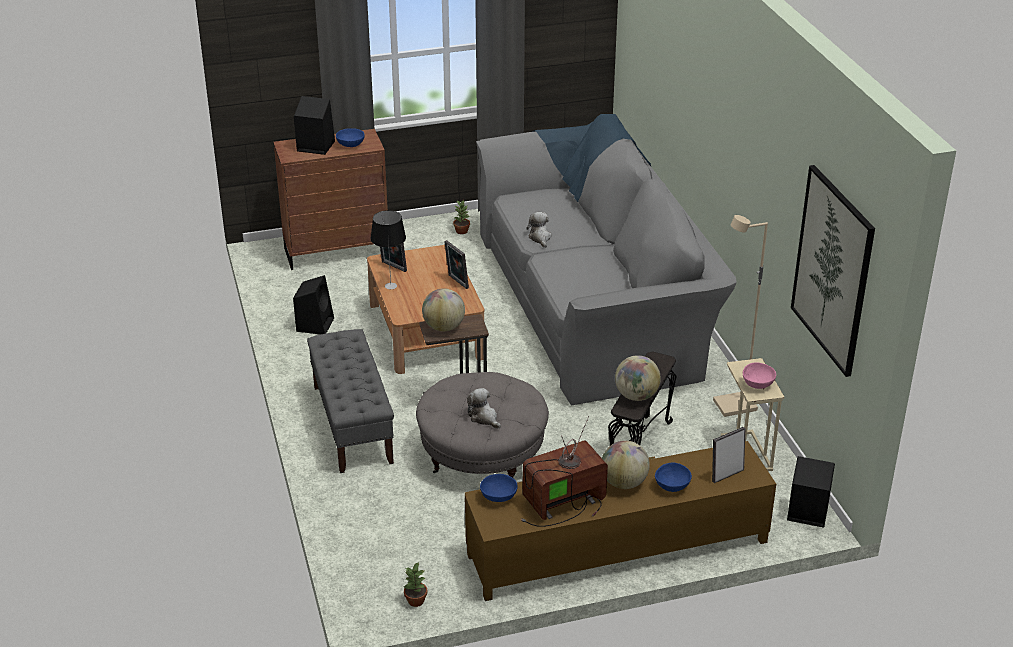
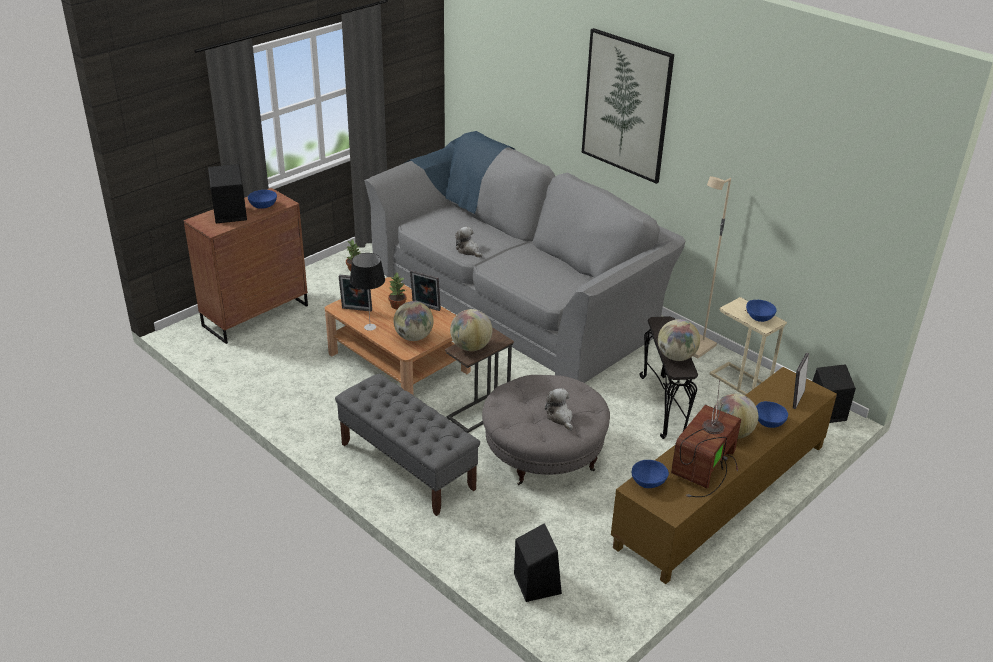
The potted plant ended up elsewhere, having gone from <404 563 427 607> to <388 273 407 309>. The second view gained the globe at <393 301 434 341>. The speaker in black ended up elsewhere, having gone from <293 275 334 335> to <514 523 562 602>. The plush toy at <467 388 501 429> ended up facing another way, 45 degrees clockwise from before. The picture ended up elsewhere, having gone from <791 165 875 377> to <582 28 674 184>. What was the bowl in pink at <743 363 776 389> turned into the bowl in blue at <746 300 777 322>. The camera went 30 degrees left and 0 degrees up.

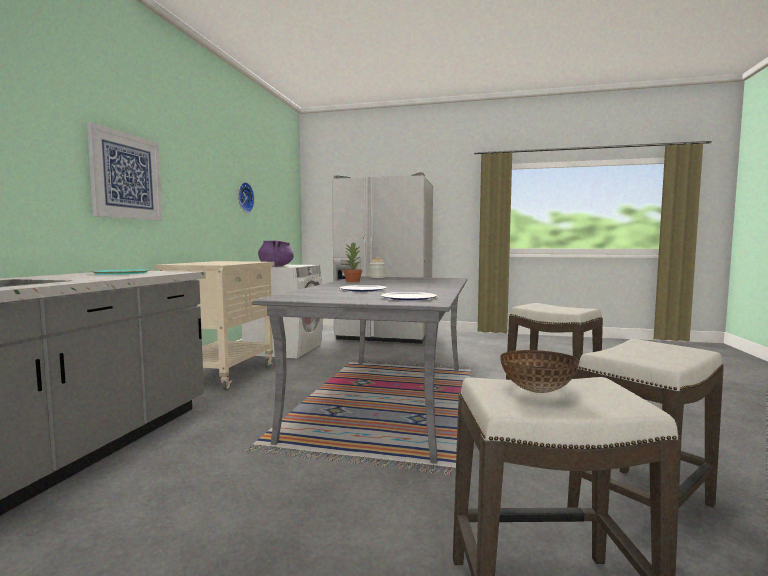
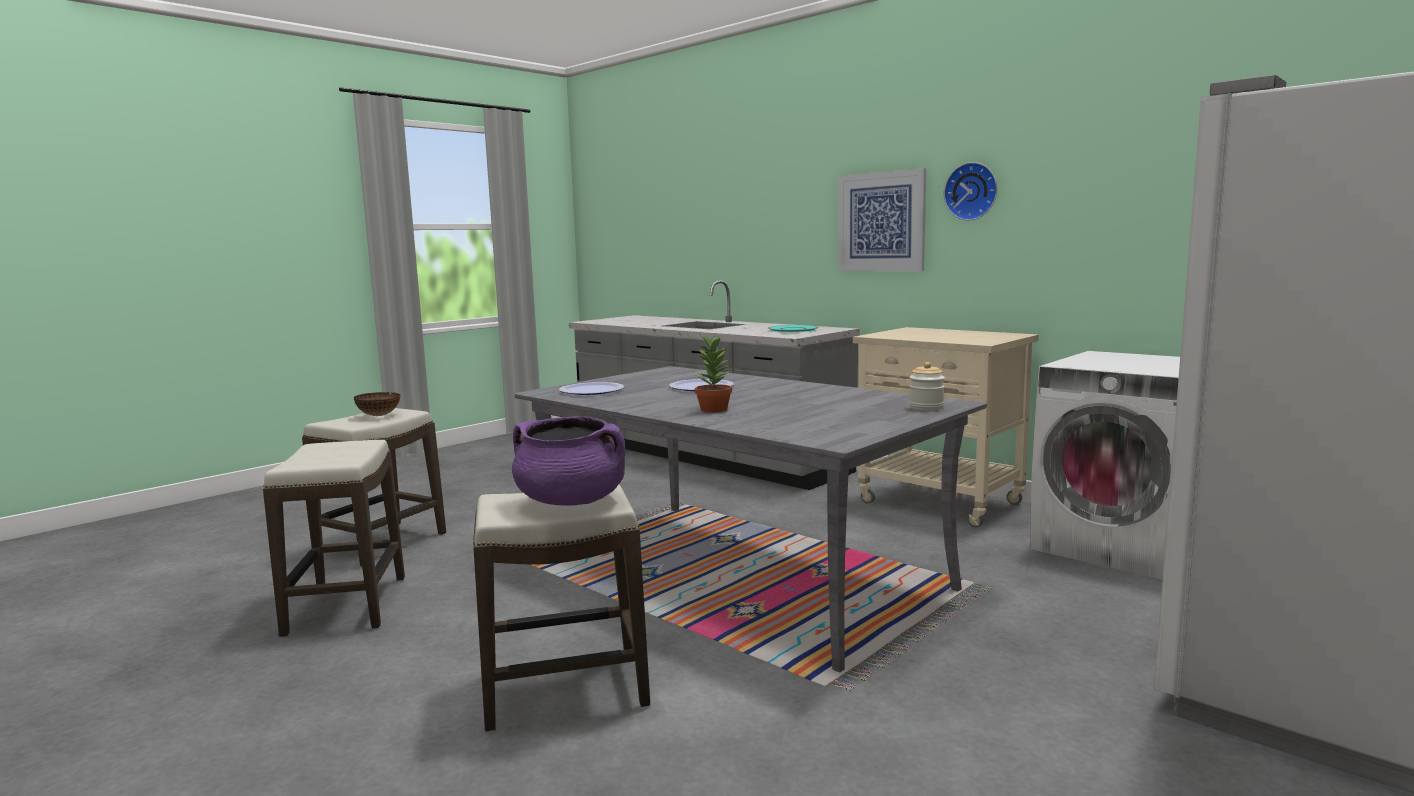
The cooking pot in purple ended up elsewhere, having gone from <258 240 294 266> to <512 416 626 506>. The potted plant ended up elsewhere, having gone from <343 242 362 282> to <695 334 732 413>. The wall clock ended up elsewhere, having gone from <238 182 255 213> to <944 162 997 220>. The camera went 120 degrees right and 5 degrees up.

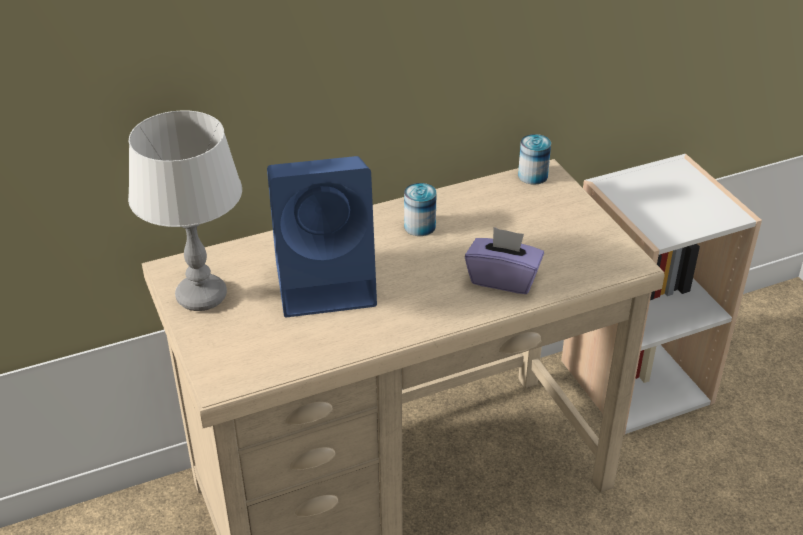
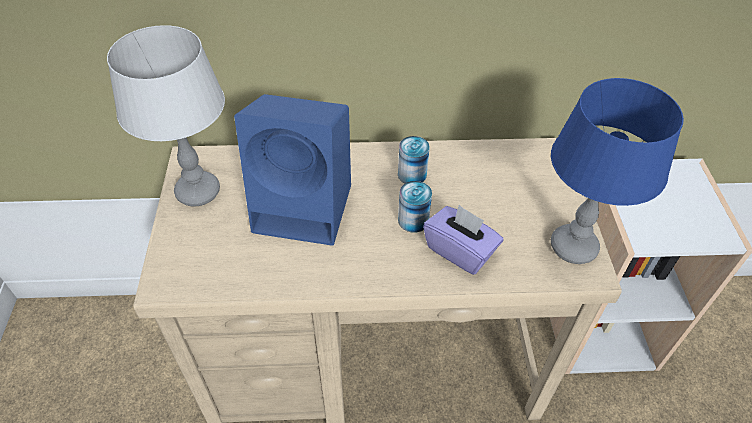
The can ended up elsewhere, having gone from <518 134 551 185> to <398 181 432 233>. The second view gained the table lamp in blue at <551 78 684 264>. The camera went 20 degrees right and 10 degrees up.

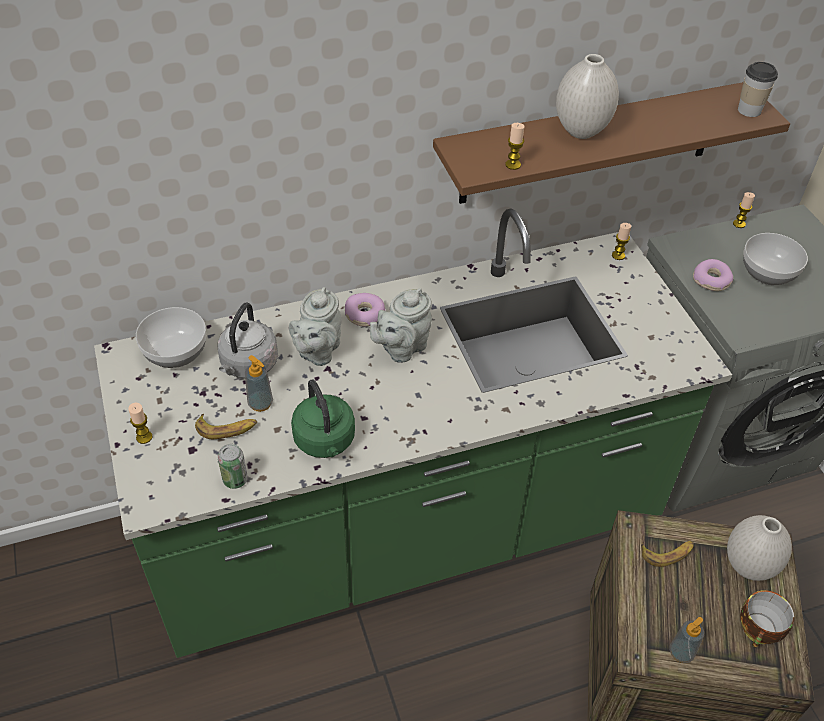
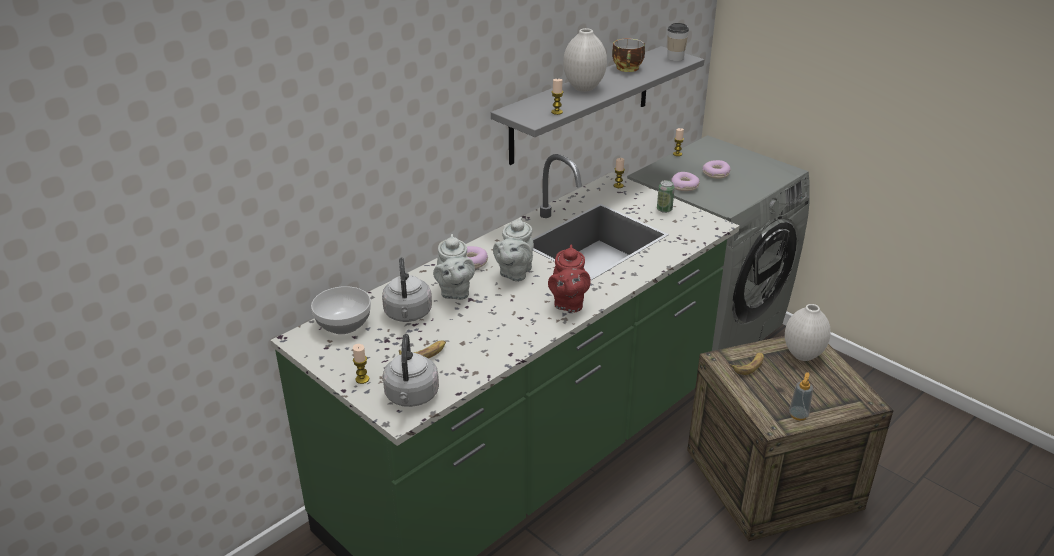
The second view gained the kettle in grey at <383 334 439 407>. What was the shelf in brown at <433 82 790 204> turned into the shelf in grey at <491 46 704 165>. The second view gained the teapot in red at <548 245 591 312>. The cup ended up elsewhere, having gone from <740 590 794 648> to <612 39 645 72>. The can ended up elsewhere, having gone from <218 444 248 489> to <657 180 675 213>. Where the bowl stood at <743 233 808 285>, the donut came to stand at <702 160 730 179>. The second view lost the soap dispenser at <245 355 273 412>. The second view lost the kettle in green at <291 379 355 458>. The camera went 25 degrees left and 15 degrees down.

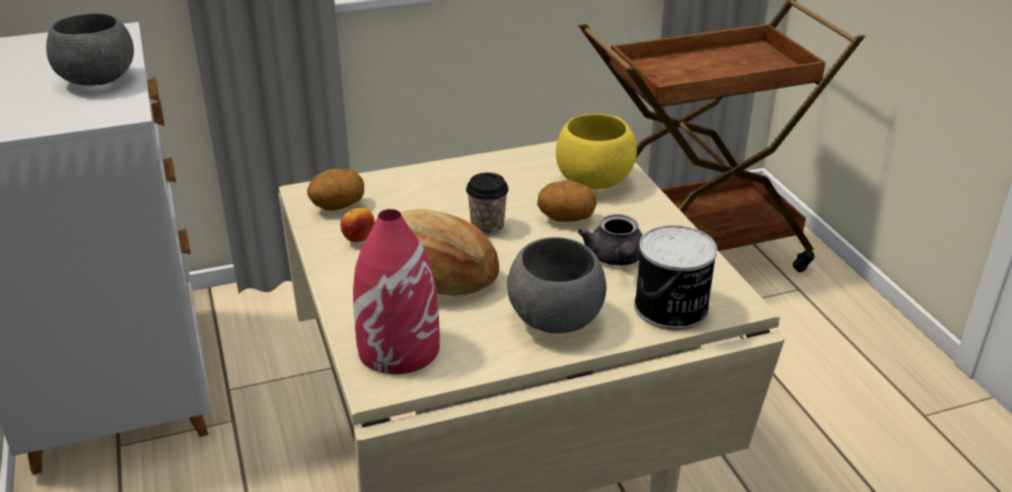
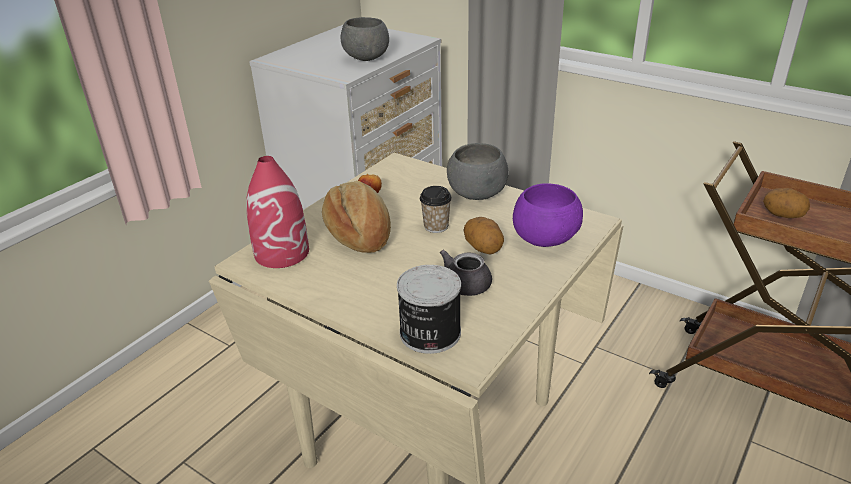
The bowl in grey ended up elsewhere, having gone from <507 237 606 334> to <447 143 509 200>. What was the bowl in yellow at <556 114 637 189> turned into the bowl in purple at <513 183 583 247>. The potato ended up elsewhere, having gone from <307 169 364 211> to <763 188 810 218>. The camera went 55 degrees right and 0 degrees up.

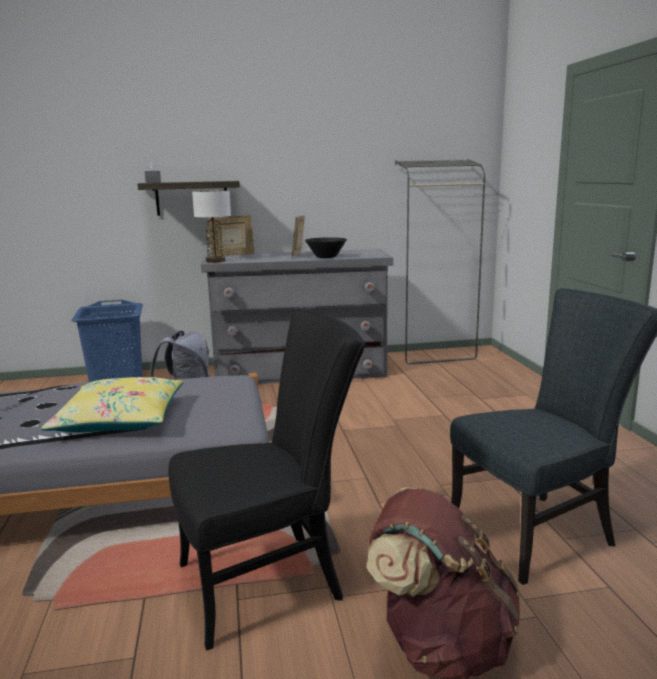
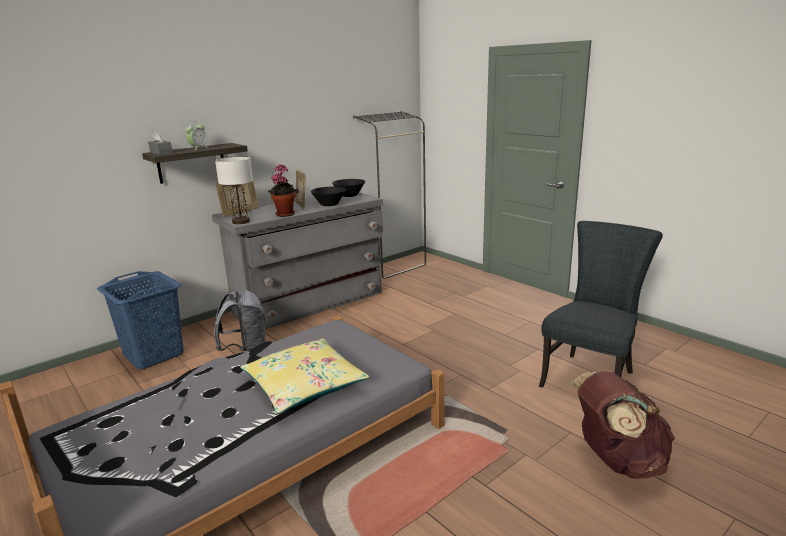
The second view gained the alarm clock at <185 121 209 150>. The second view gained the potted plant at <268 164 298 217>. The second view gained the bowl in black at <332 179 365 197>. The second view lost the chair in black at <168 308 366 651>. The camera went 30 degrees left and 5 degrees up.

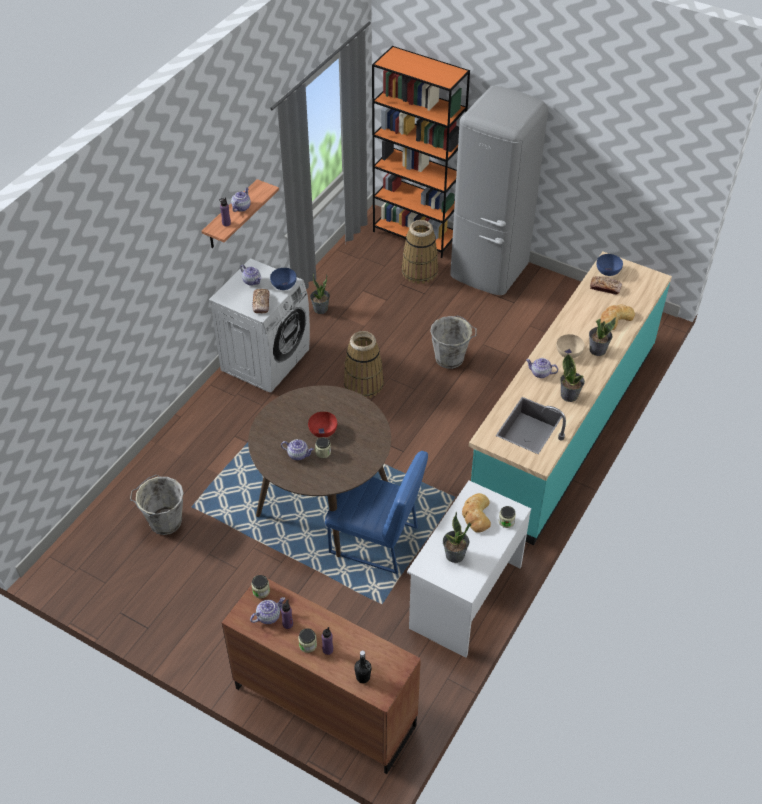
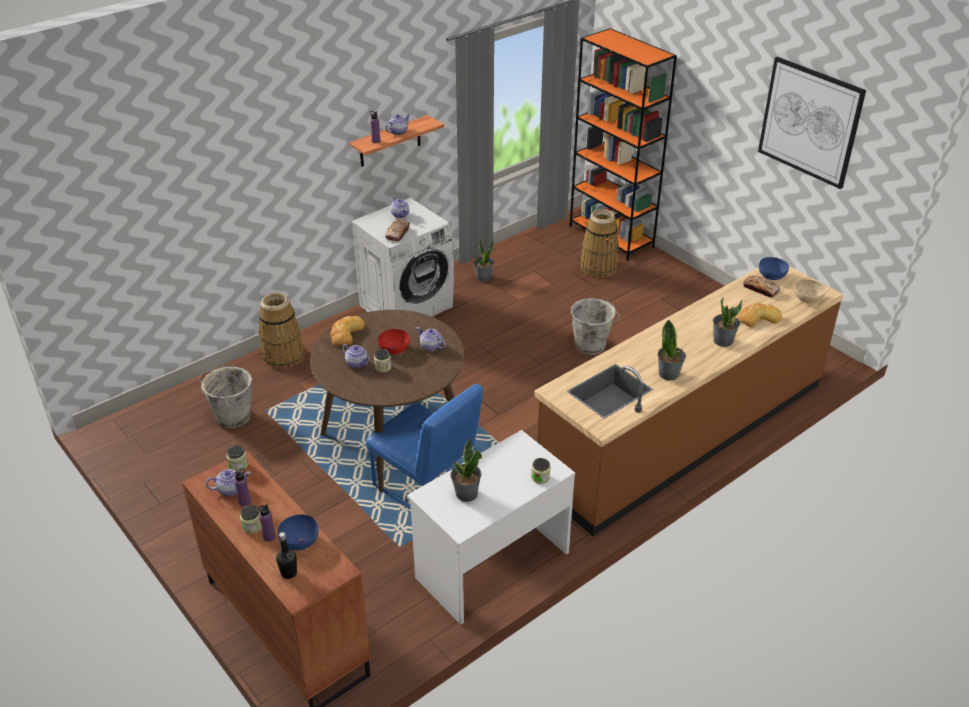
The basket ended up elsewhere, having gone from <344 331 384 398> to <259 293 304 369>. The bowl in blue ended up elsewhere, having gone from <270 268 297 290> to <278 515 318 551>. The bread ended up elsewhere, having gone from <462 493 491 533> to <330 316 364 346>. The teapot ended up elsewhere, having gone from <526 358 558 378> to <417 327 446 351>. What was the counter in turquoise at <469 252 672 545> turned into the counter in brown at <534 266 844 536>. The second view gained the picture at <758 57 866 189>. The bowl in beige ended up elsewhere, having gone from <556 334 585 358> to <794 280 826 303>. The second view lost the fridge in grey at <450 86 548 295>. The camera went 20 degrees right and 10 degrees down.

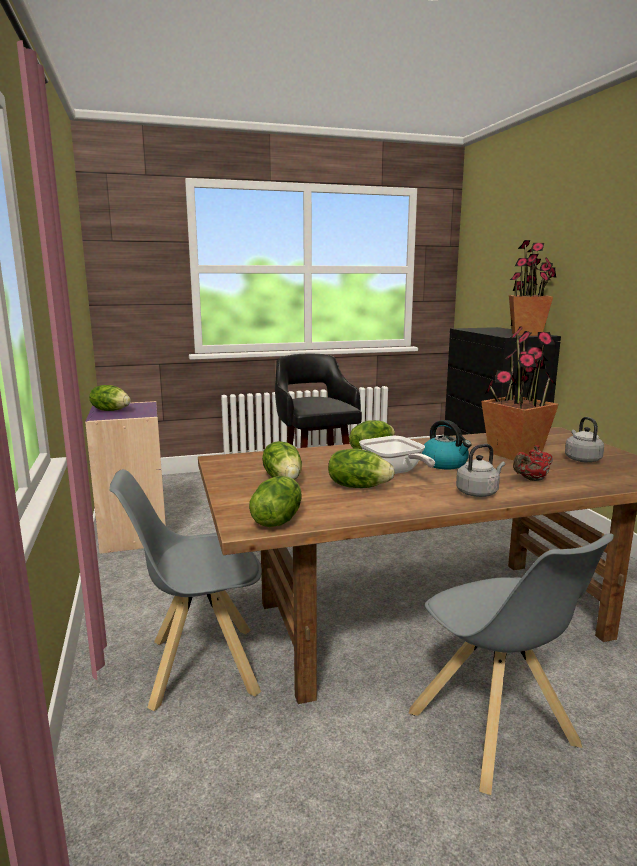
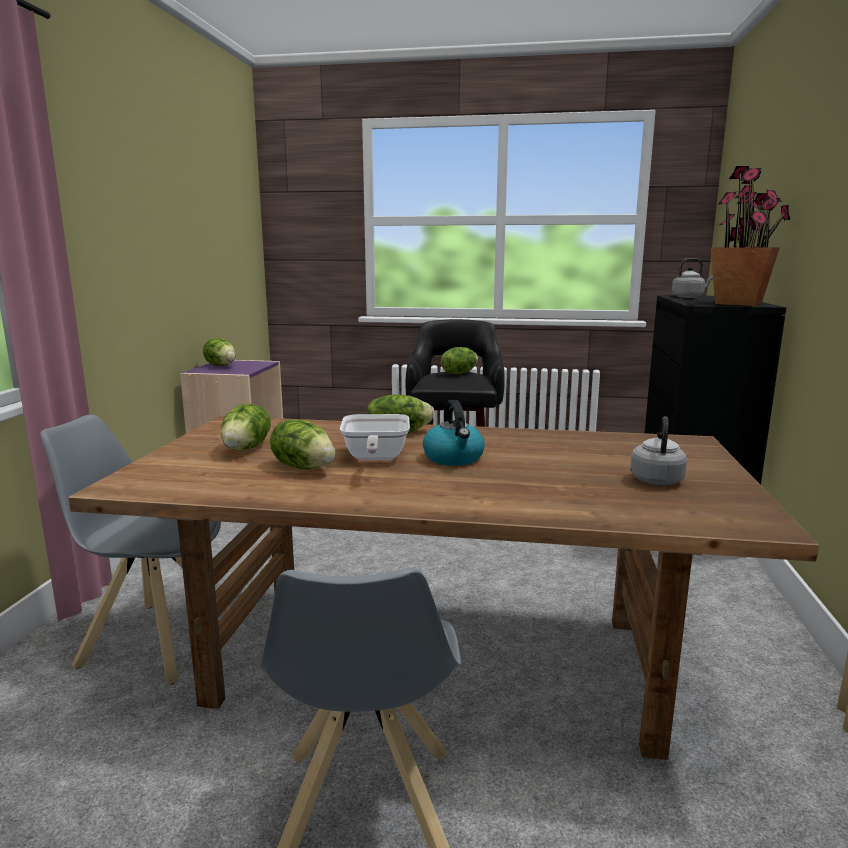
The lettuce ended up elsewhere, having gone from <249 476 302 527> to <441 347 478 374>. The kettle in grey ended up elsewhere, having gone from <456 444 505 497> to <672 258 713 298>. The second view lost the potted plant at <481 326 559 460>. The second view lost the teapot in red at <513 445 553 481>. The camera went 25 degrees right and 0 degrees up.

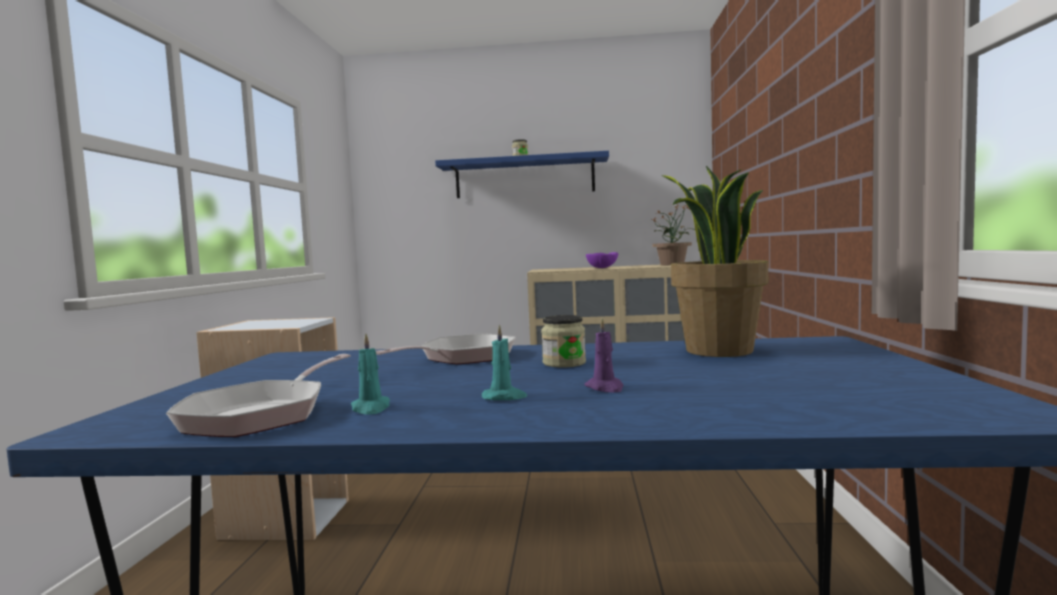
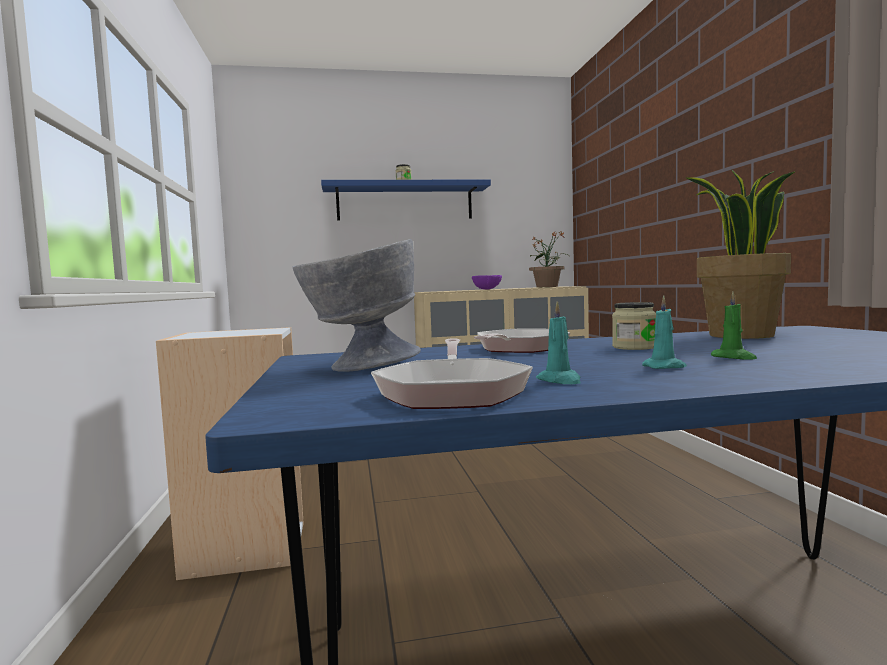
The second view gained the bowl in grey at <292 239 421 372>. What was the candle in purple at <584 318 623 393> turned into the candle in green at <711 291 757 360>. The camera went 15 degrees left and 0 degrees up.

